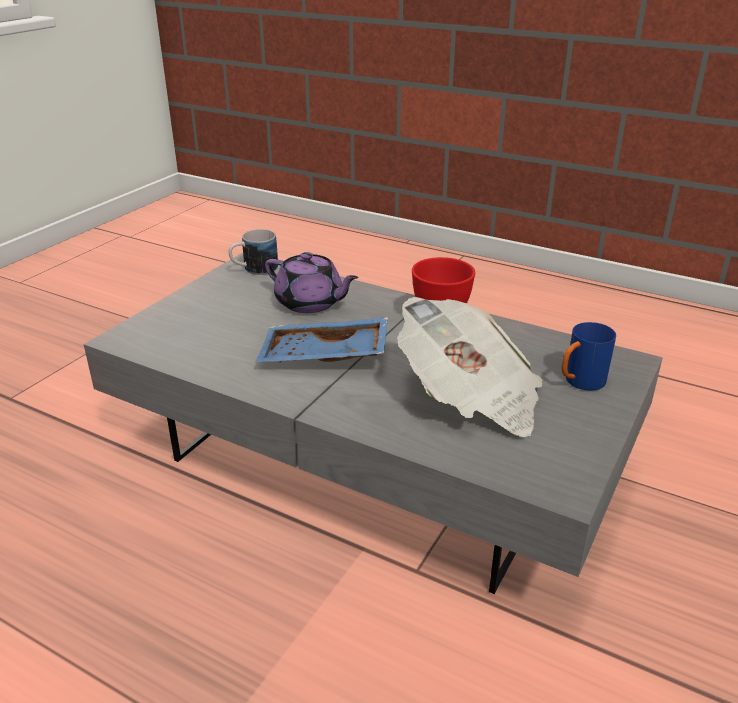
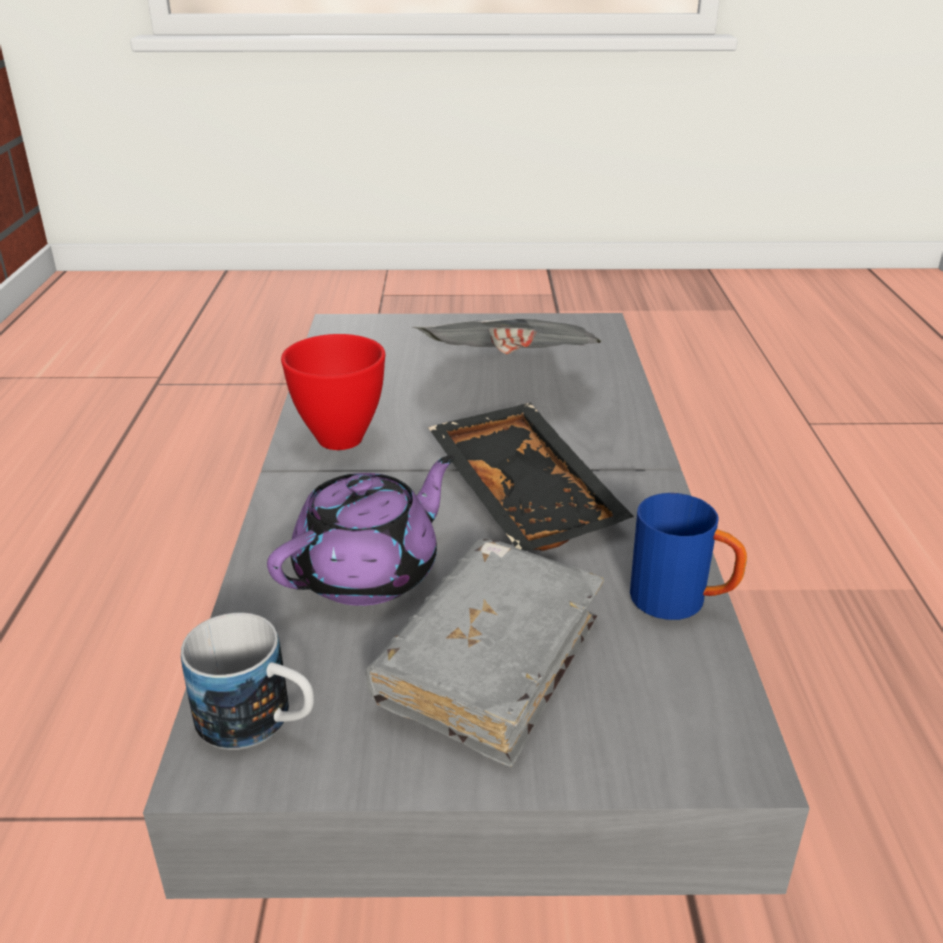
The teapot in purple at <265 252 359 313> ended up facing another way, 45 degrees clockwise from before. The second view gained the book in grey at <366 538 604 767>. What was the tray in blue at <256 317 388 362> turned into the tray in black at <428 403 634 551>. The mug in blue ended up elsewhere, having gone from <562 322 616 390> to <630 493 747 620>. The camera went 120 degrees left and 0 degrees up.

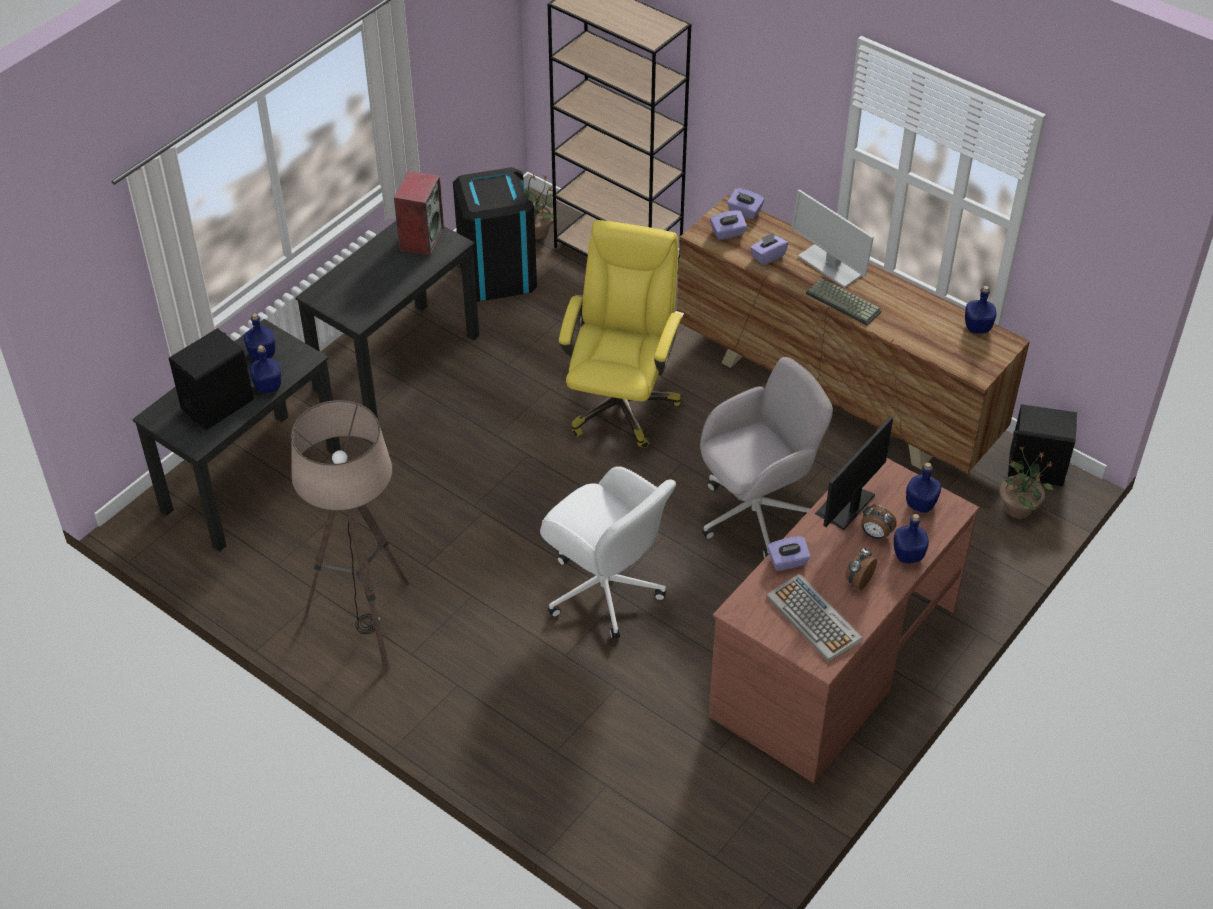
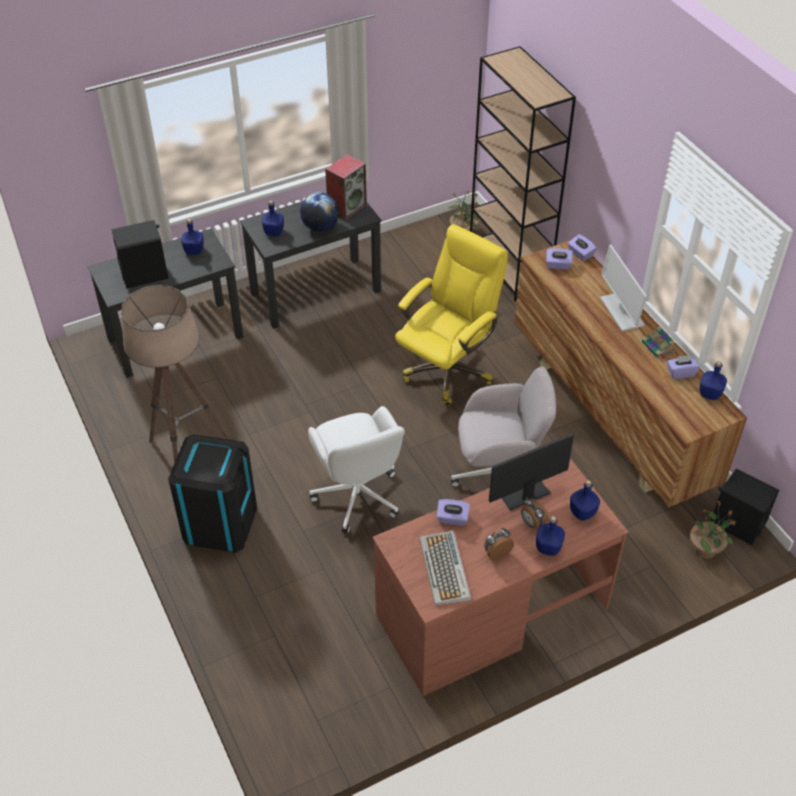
The trash can in black ended up elsewhere, having gone from <453 167 537 302> to <168 434 257 553>. The bottle in blue ended up elsewhere, having gone from <250 345 281 393> to <262 200 284 236>. The second view gained the globe at <300 192 339 232>. The second view gained the book at <642 326 675 359>. The tissue box in purple ended up elsewhere, having gone from <750 233 788 265> to <667 355 700 379>. The second view lost the keyboard at <806 278 882 325>. The camera went 25 degrees right and 0 degrees up.

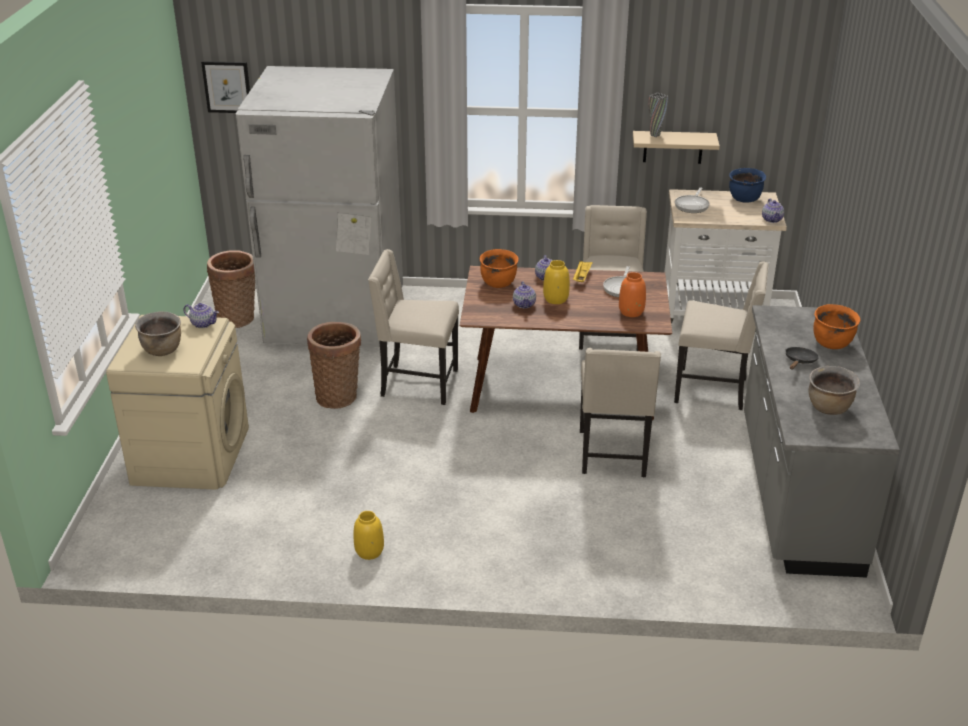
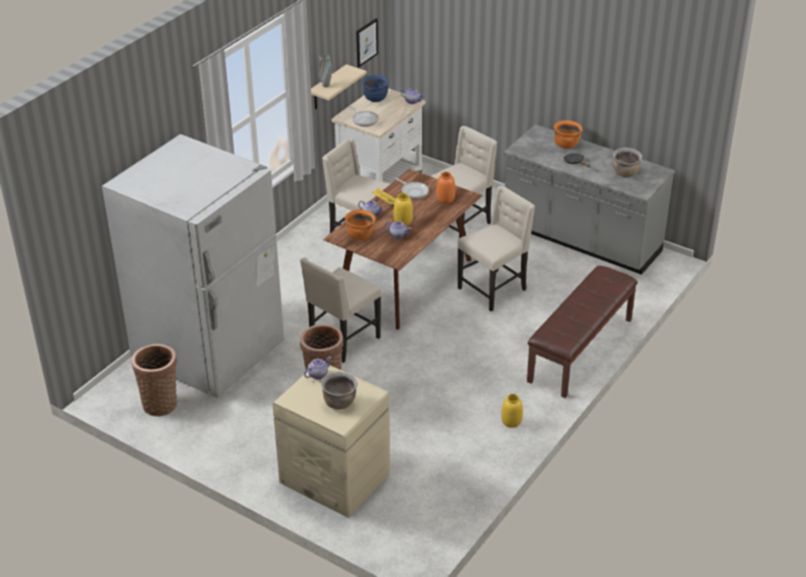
The picture ended up elsewhere, having gone from <201 61 250 113> to <356 18 378 67>. The chair in beige at <580 348 661 477> ended up facing another way, 75 degrees counterclockwise from before. The second view gained the bench in brown at <527 266 638 398>. The camera went 60 degrees left and 5 degrees up.

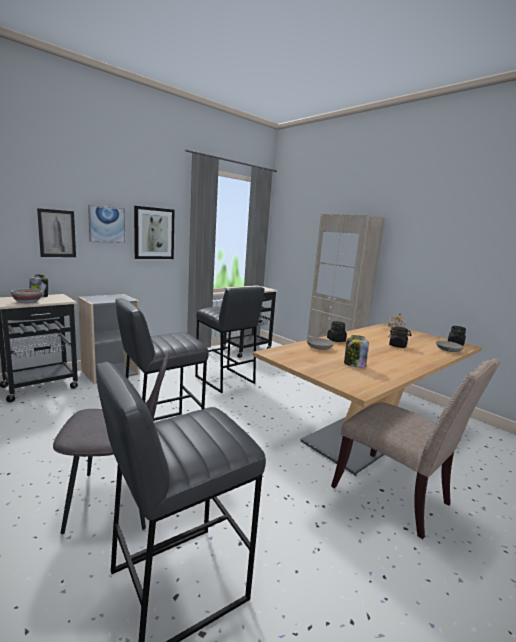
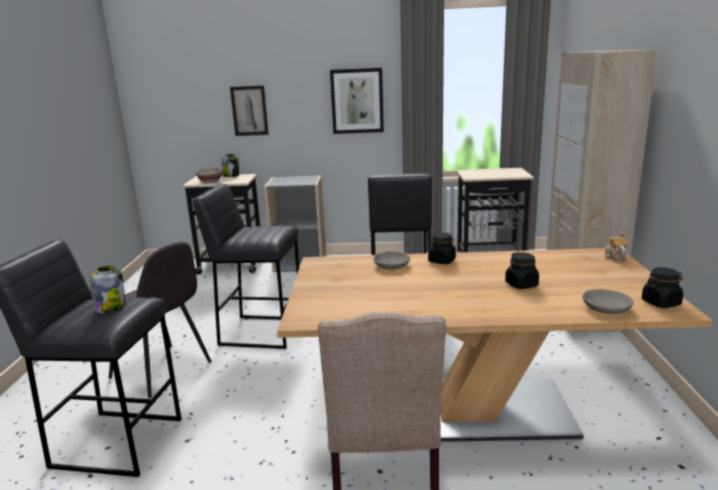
The jar ended up elsewhere, having gone from <344 335 369 368> to <91 266 125 313>. The second view lost the picture at <88 205 125 243>. The camera went 45 degrees right and 5 degrees up.

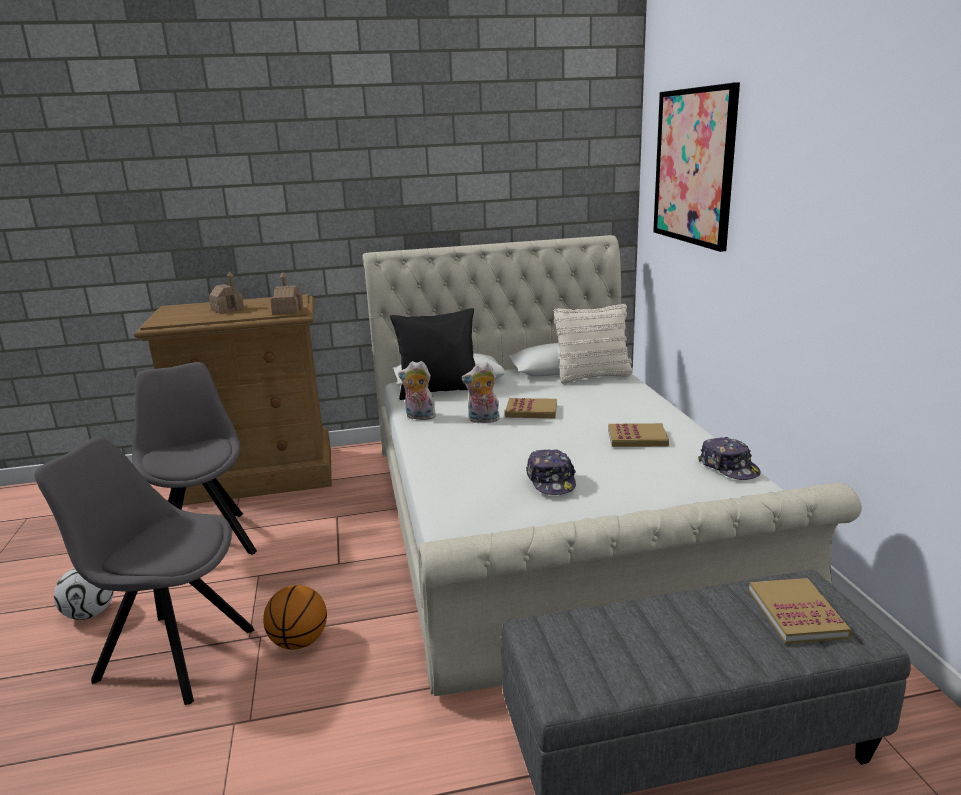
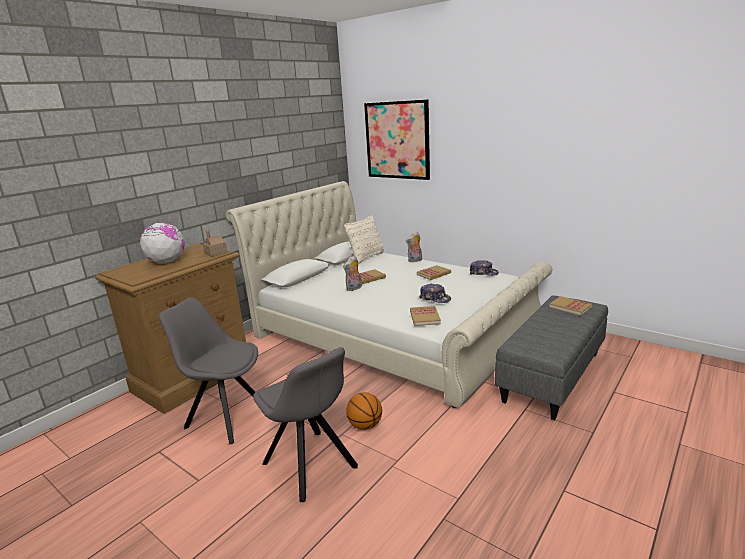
Where the toy house stood at <209 271 244 314>, the globe came to stand at <140 223 184 264>. The chair in grey at <35 437 254 705> ended up facing another way, 105 degrees counterclockwise from before. The plush toy ended up elsewhere, having gone from <398 361 436 420> to <406 231 422 262>. The second view gained the book at <410 306 441 326>. The second view lost the football at <54 568 114 620>. The second view lost the pillow in black at <390 308 475 400>. The camera went 40 degrees left and 0 degrees up.

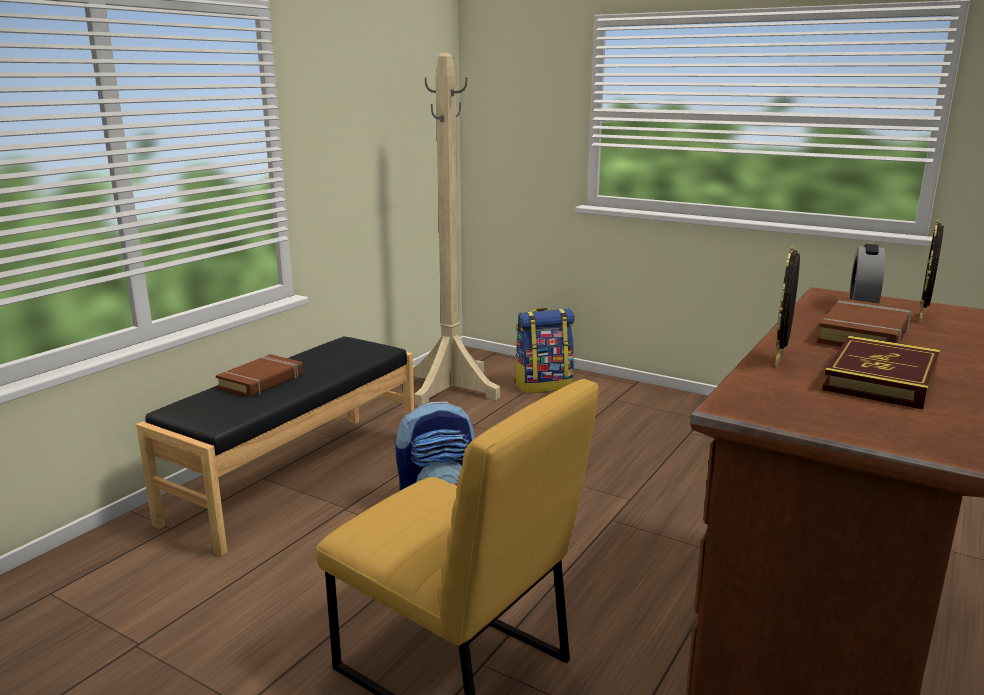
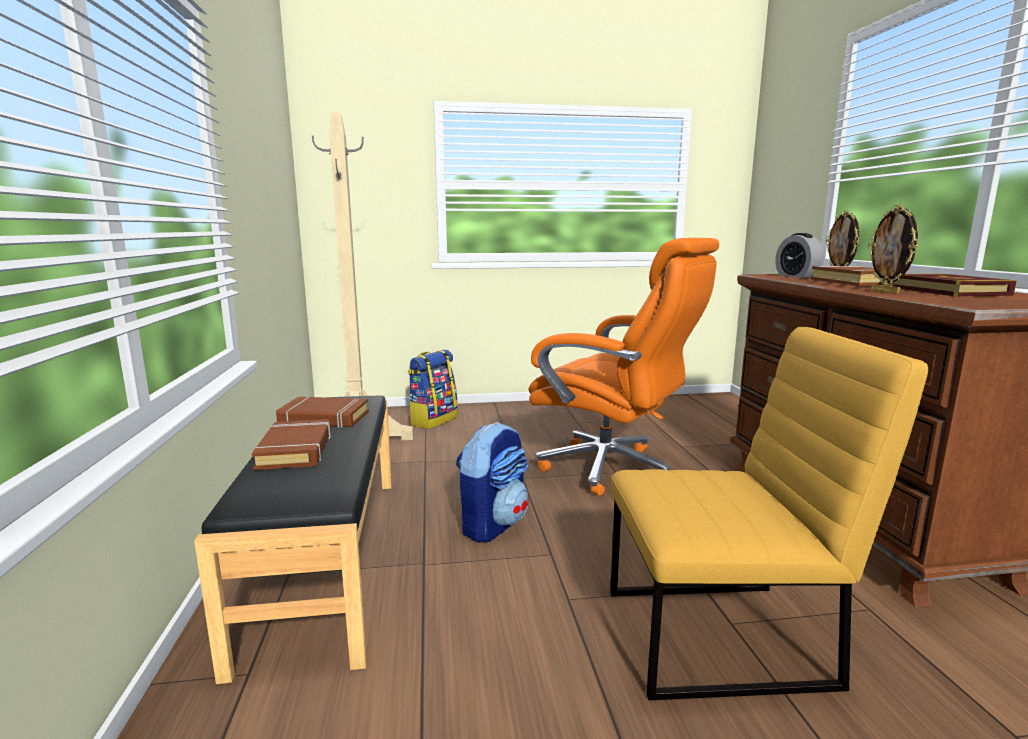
The second view gained the book in brown at <276 397 369 428>. The second view gained the office chair in orange at <528 238 719 496>. The camera went 40 degrees left and 5 degrees down.

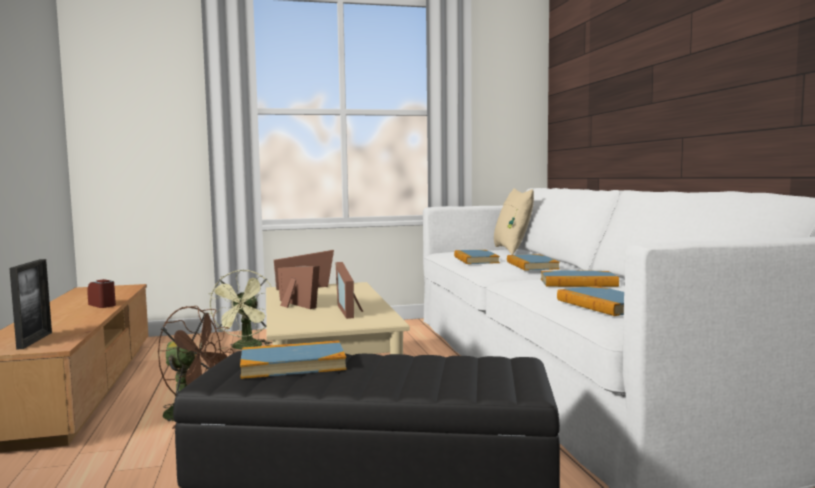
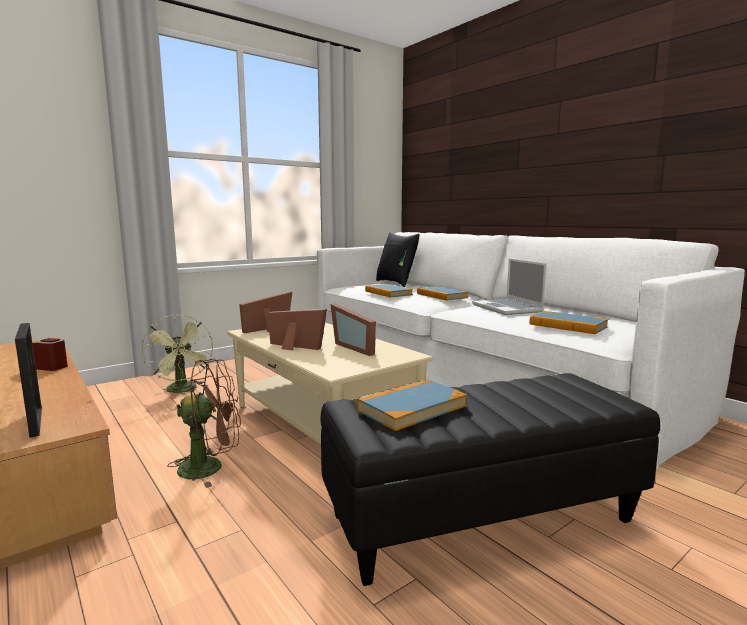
What was the pillow in beige at <494 188 534 255> turned into the pillow in black at <376 232 419 287>. Where the book stood at <541 271 619 287>, the laptop came to stand at <472 259 547 315>. The camera went 25 degrees left and 5 degrees up.

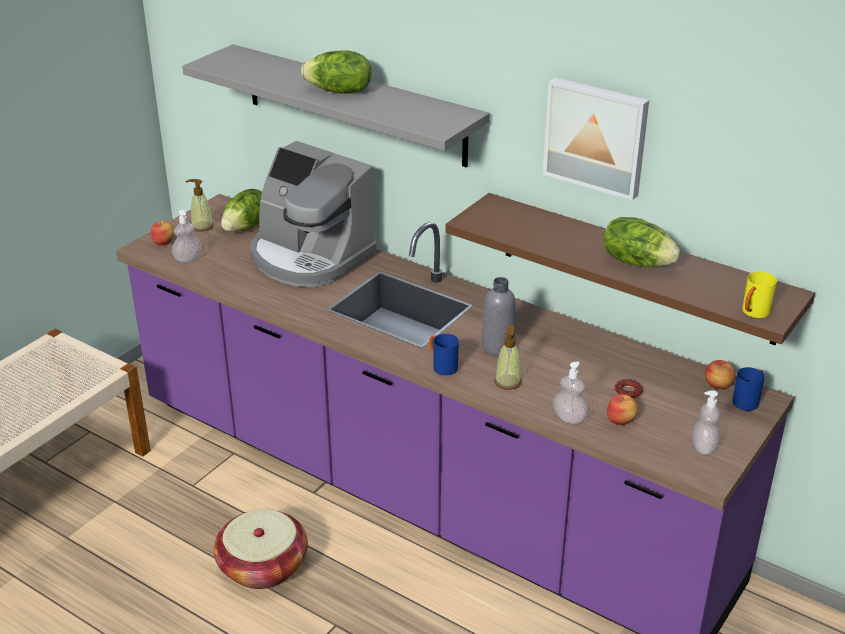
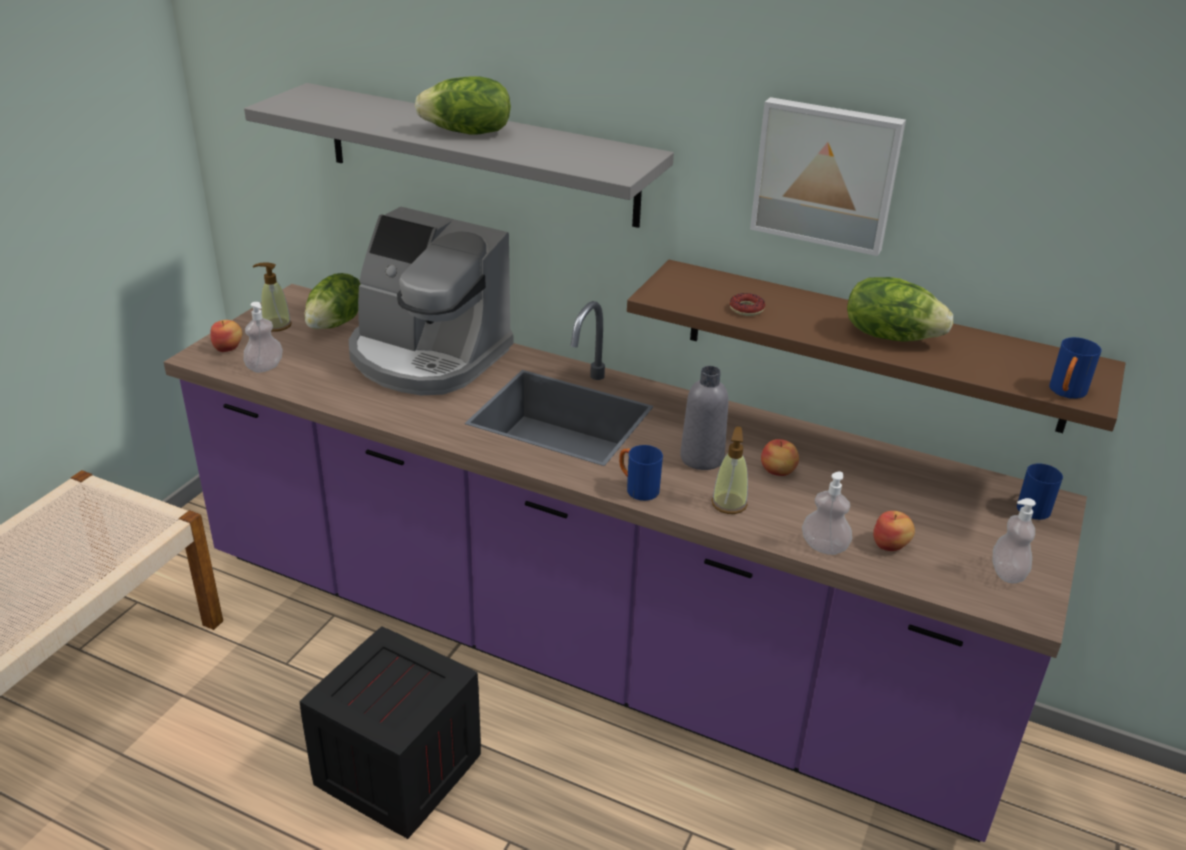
Where the basket stood at <214 509 308 589>, the crate came to stand at <299 626 481 839>. The donut ended up elsewhere, having gone from <615 379 643 399> to <730 293 765 316>. The apple ended up elsewhere, having gone from <705 360 735 389> to <761 439 799 476>. What was the mug in yellow at <742 271 777 318> turned into the mug in blue at <1049 337 1102 399>. The camera went 10 degrees left and 0 degrees up.

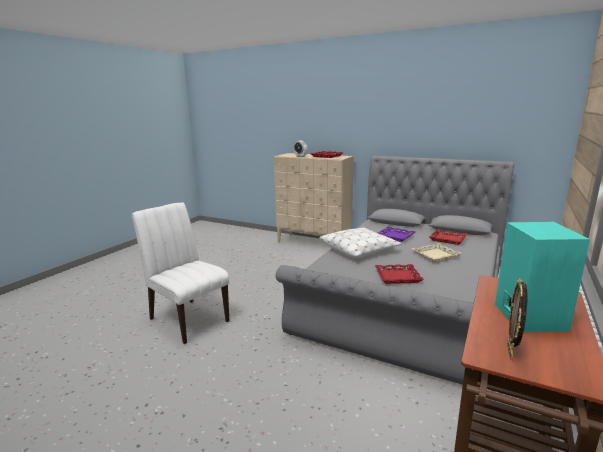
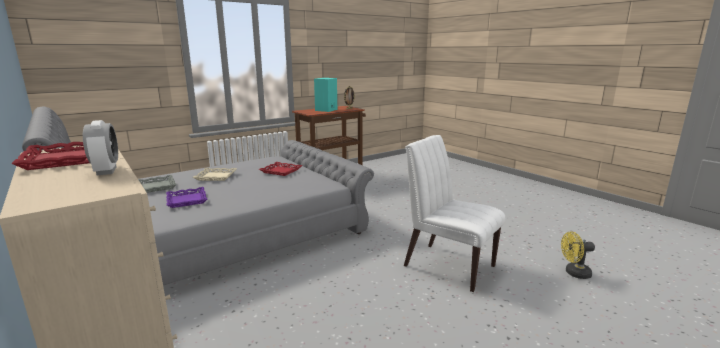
What was the tray in red at <429 229 468 245> turned into the tray in grey at <139 175 177 193>. The chair in white at <131 202 229 344> ended up facing another way, 150 degrees clockwise from before. The second view gained the fan in yellow at <561 231 595 279>. The second view lost the pillow in white at <319 228 402 258>. The camera went 155 degrees left and 0 degrees up.

